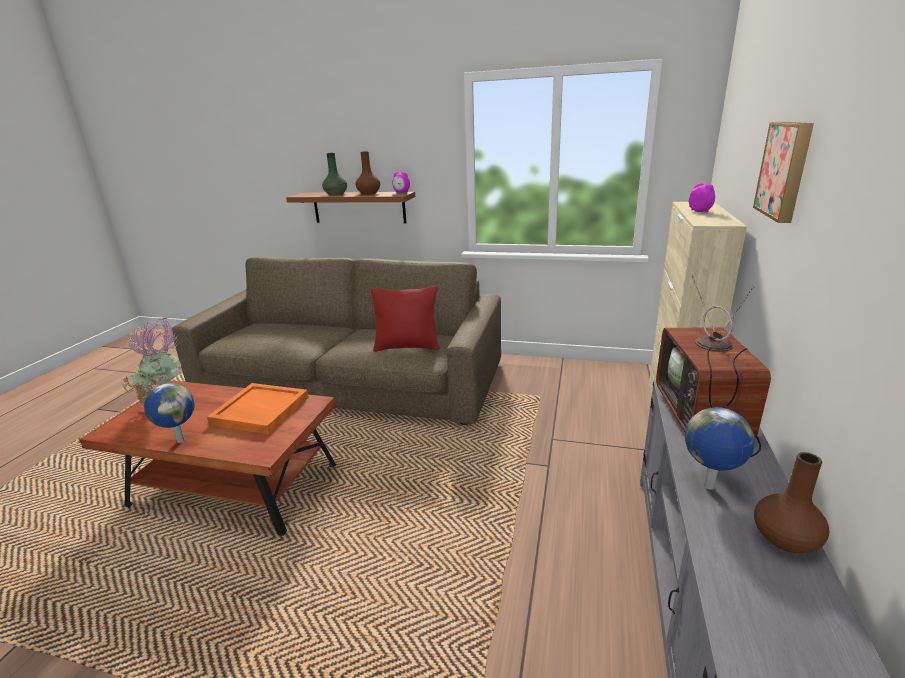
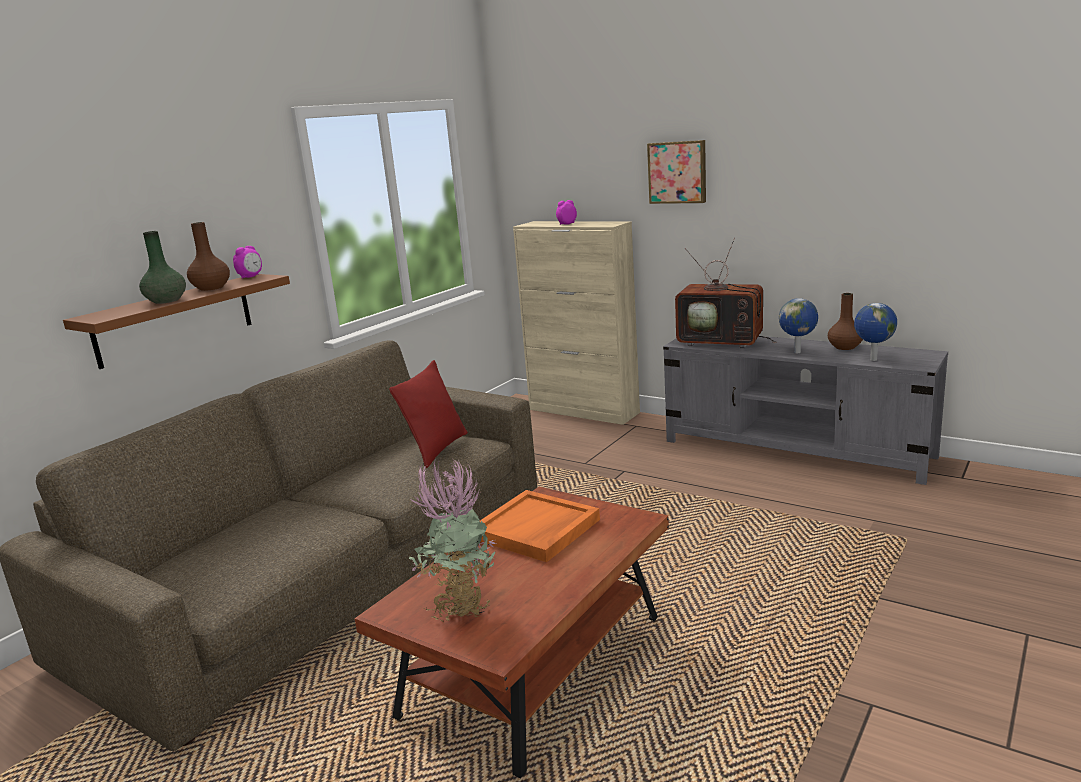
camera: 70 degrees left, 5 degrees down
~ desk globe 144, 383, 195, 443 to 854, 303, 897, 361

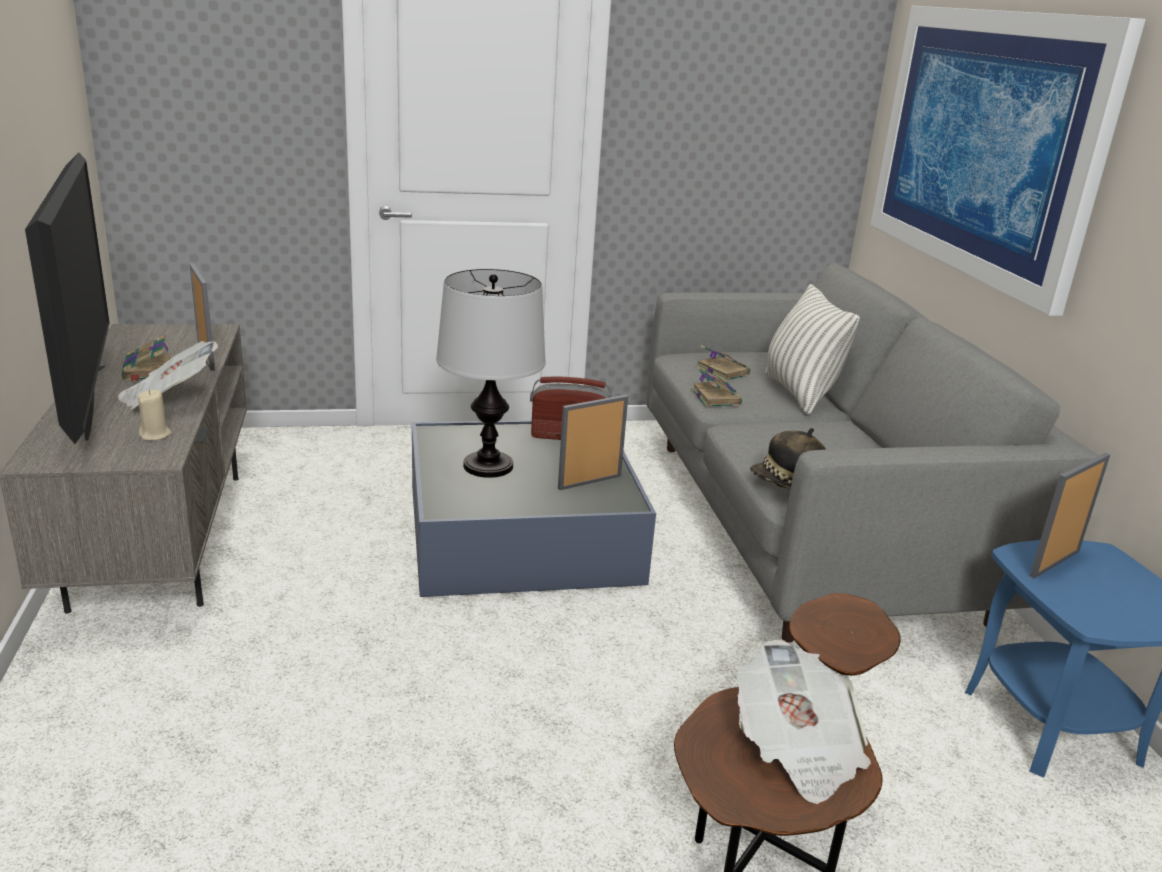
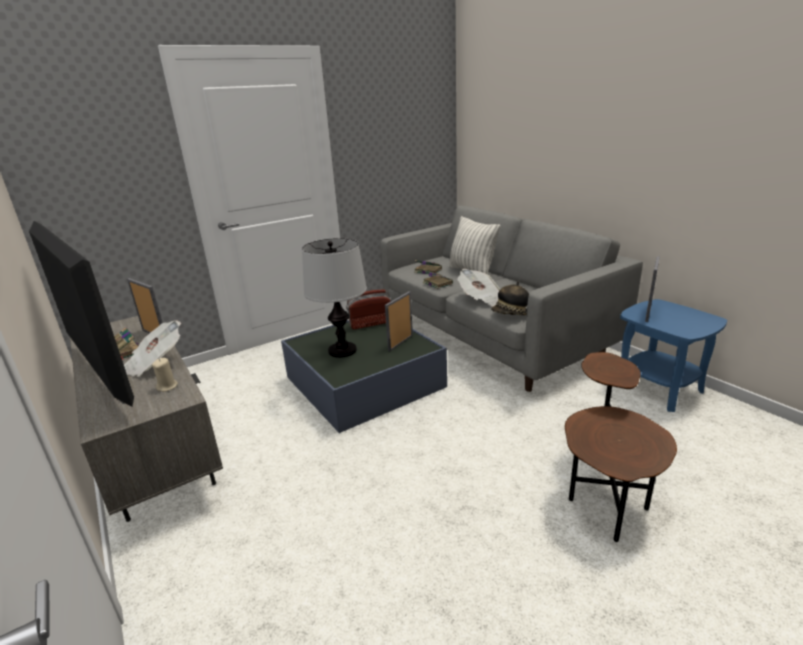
camera: 20 degrees left, 0 degrees up
- picture 870, 6, 1146, 316
~ printed paper 737, 640, 871, 804 to 457, 269, 500, 307

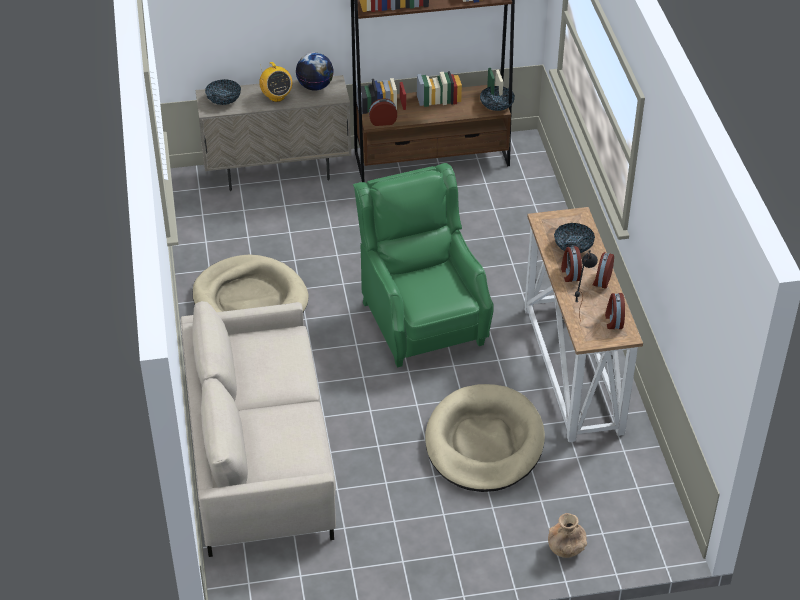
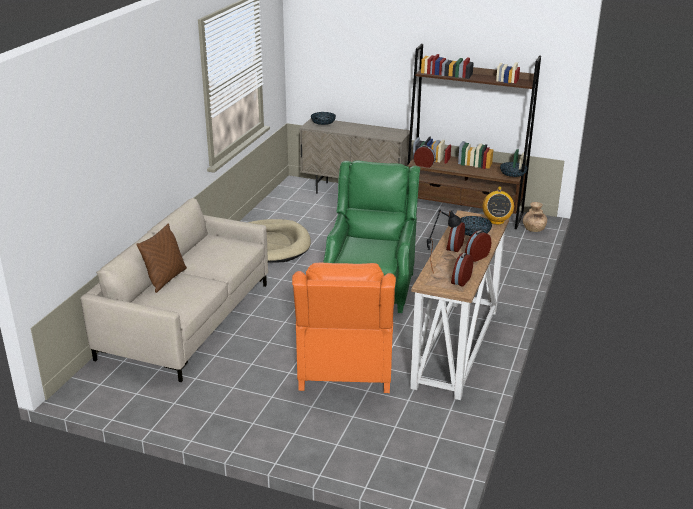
camera: 30 degrees right, 15 degrees down
- desk globe 296, 52, 334, 91
+ brown-coloured pillow 136, 223, 187, 293
~ radio 259, 62, 292, 102 to 483, 187, 514, 225
~ brown-coloured decorative vase 548, 513, 587, 558 to 523, 202, 547, 232
~ beige dog bed 425, 384, 545, 492 to orangey lounge chair 292, 263, 396, 393

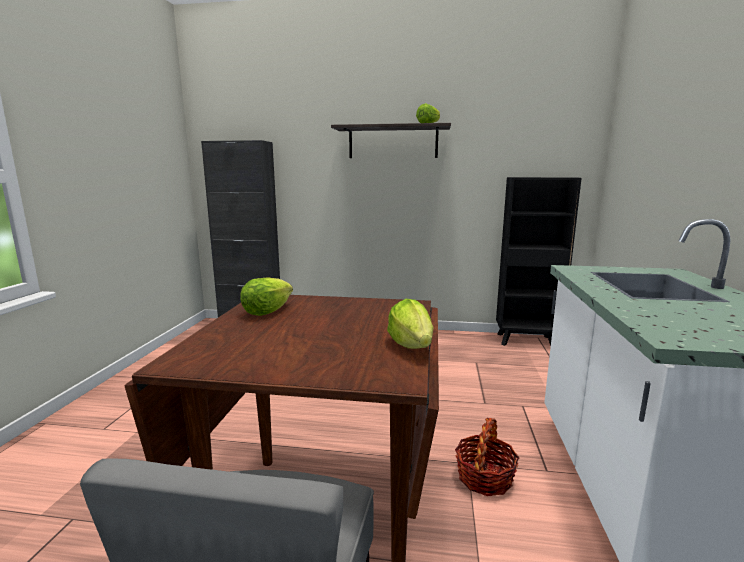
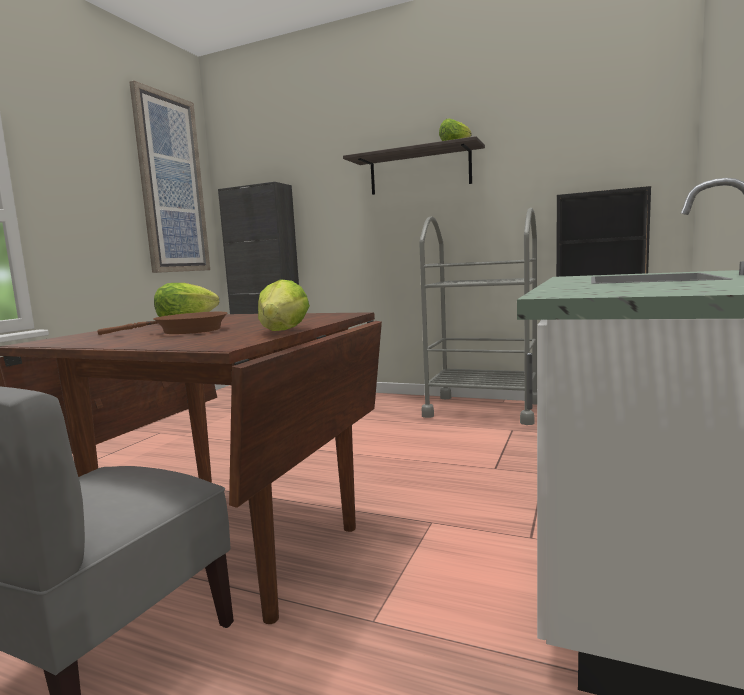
camera: 15 degrees right, 5 degrees down
- household basket 455, 418, 519, 496
+ brown-coloured skillet 98, 312, 227, 335
+ picture 129, 81, 210, 273
+ greyish cart 419, 208, 537, 425

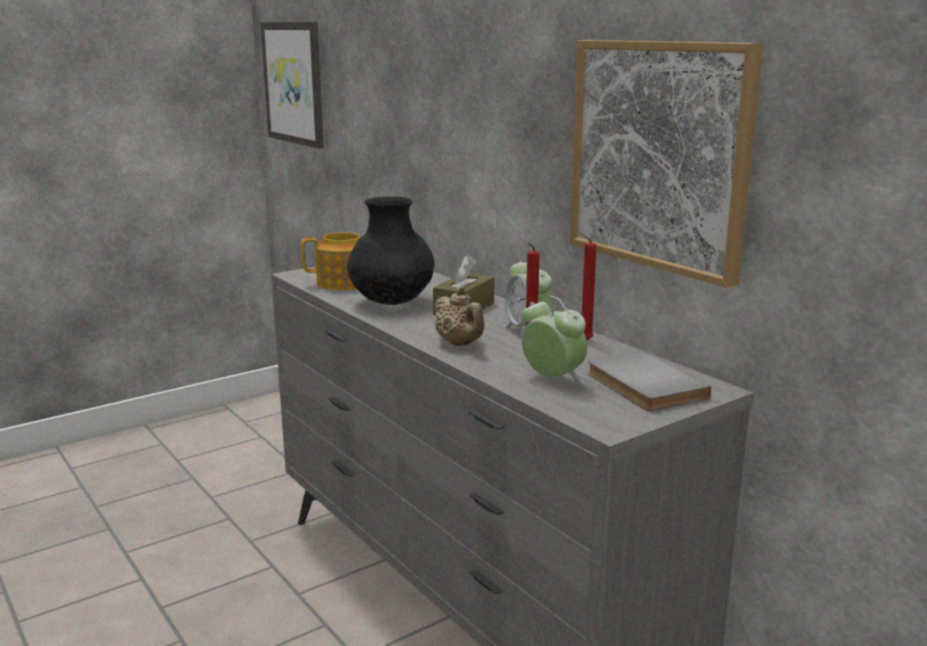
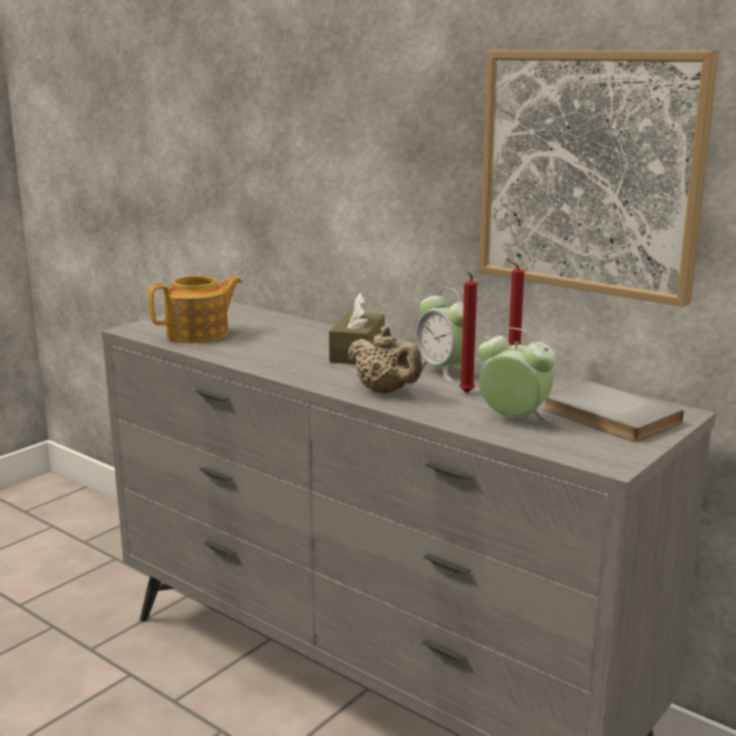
camera: 15 degrees left, 0 degrees up
- picture 260, 22, 324, 149
- black-coloured decorative vase 347, 196, 434, 305

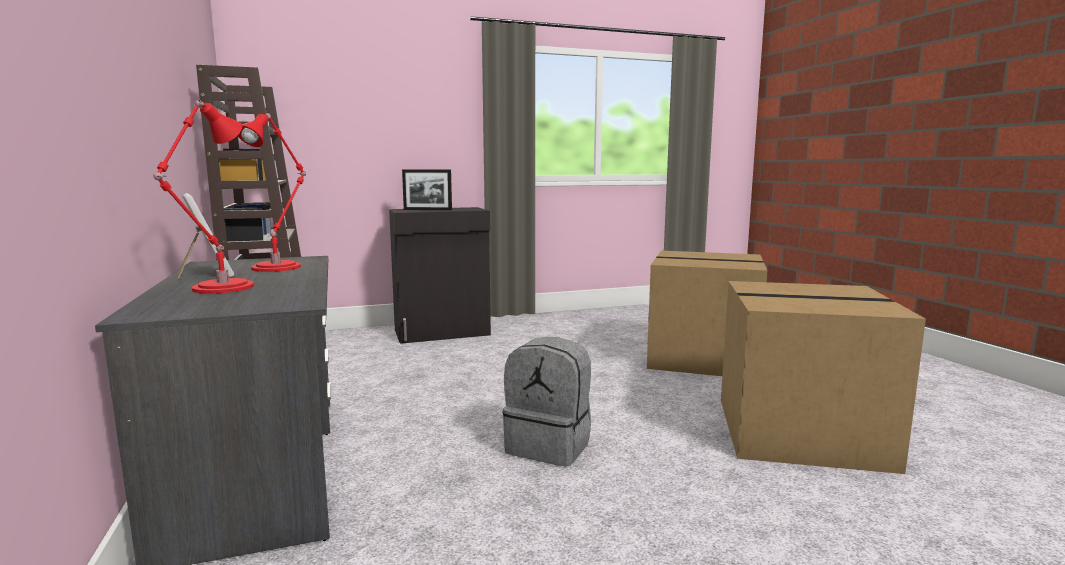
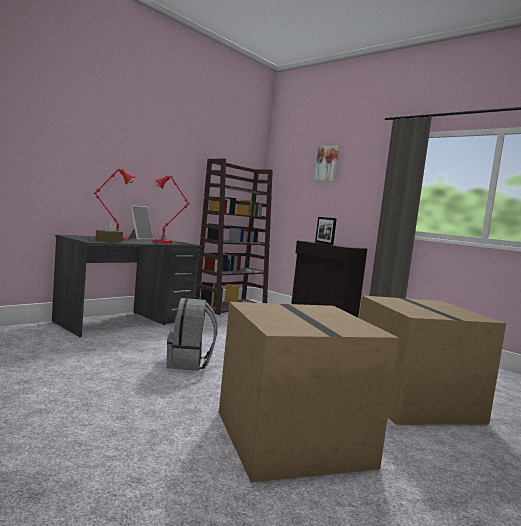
camera: 60 degrees right, 5 degrees down
+ brown-coloured tissue holder 95, 222, 123, 242
+ picture 314, 145, 339, 182

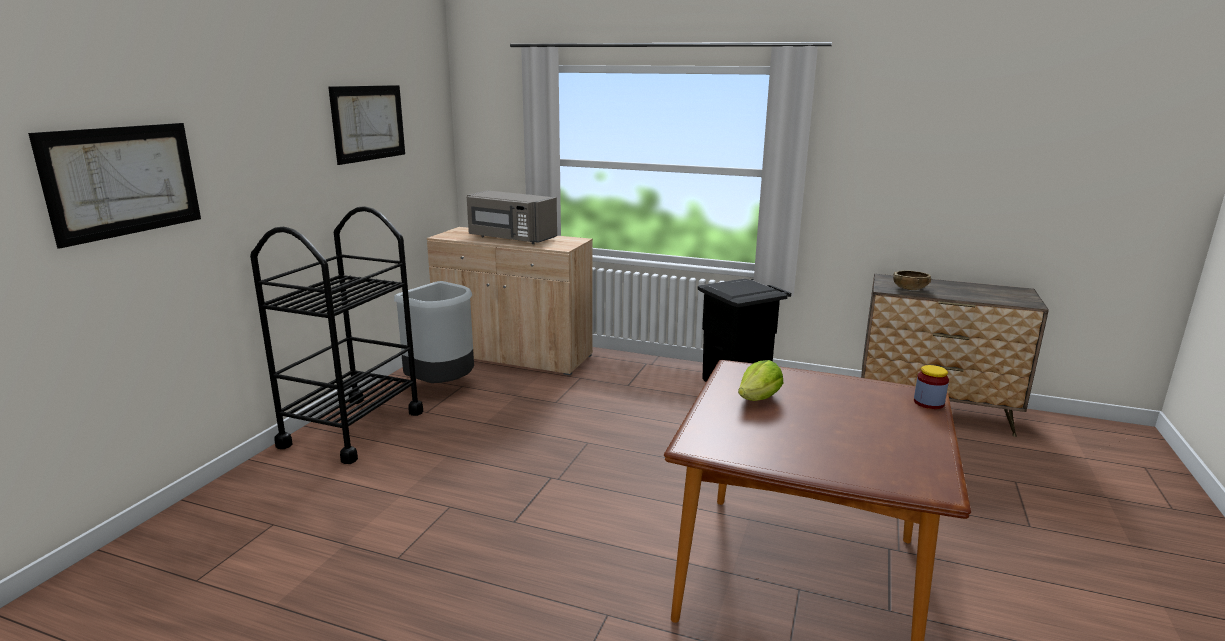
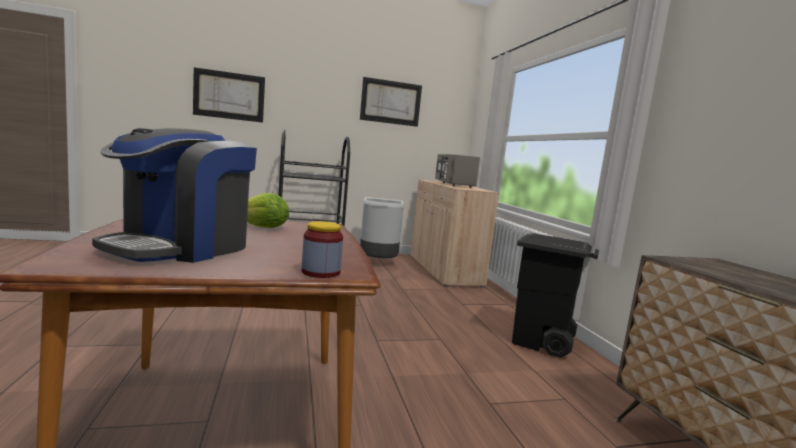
camera: 55 degrees right, 10 degrees down
- brown-coloured deep dish 893, 270, 931, 290
+ coffee brewer 92, 128, 257, 263

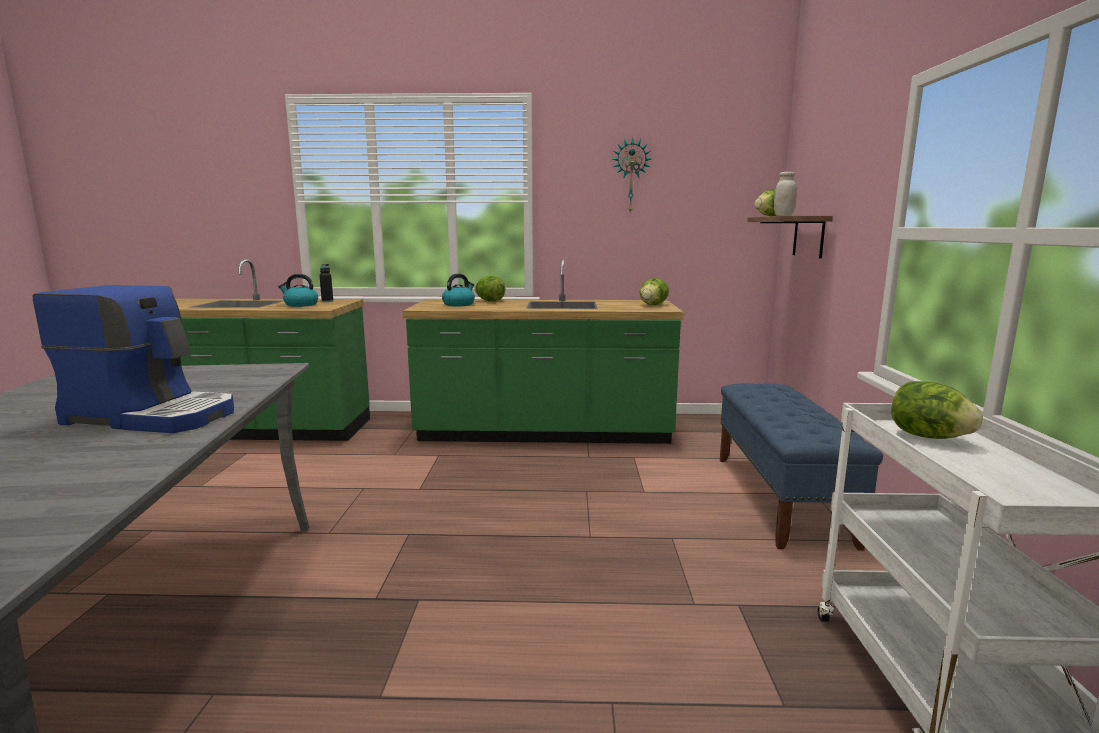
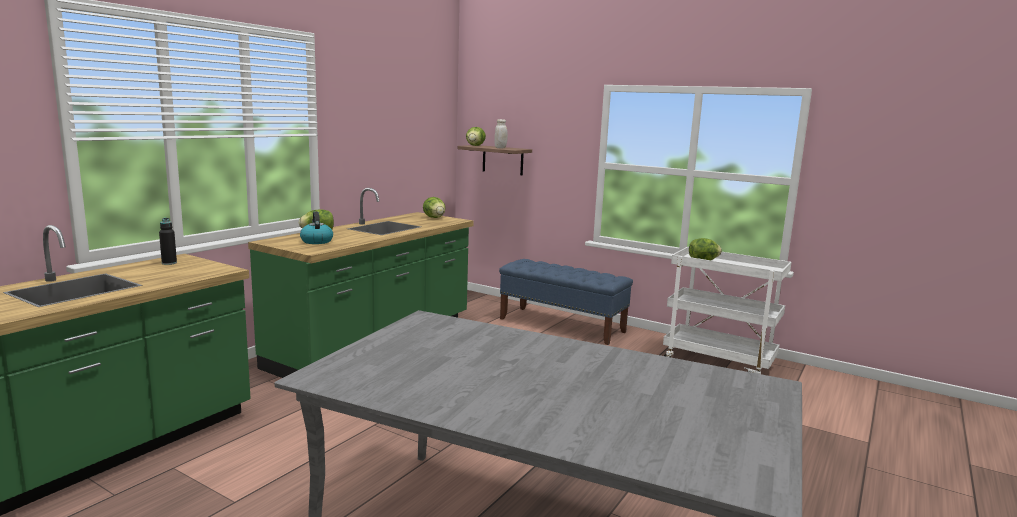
camera: 60 degrees left, 0 degrees up
- coffee brewer 33, 285, 234, 433
- water kettle 279, 274, 318, 307
- clock on the wall 613, 138, 651, 214

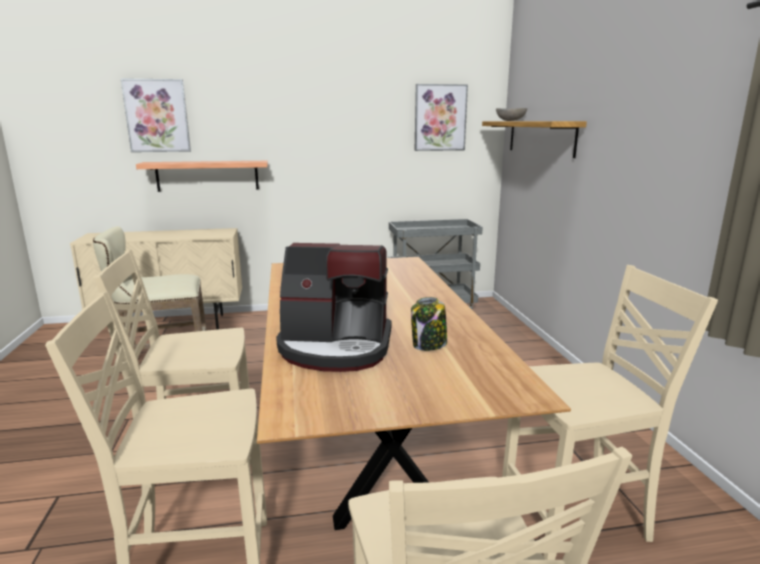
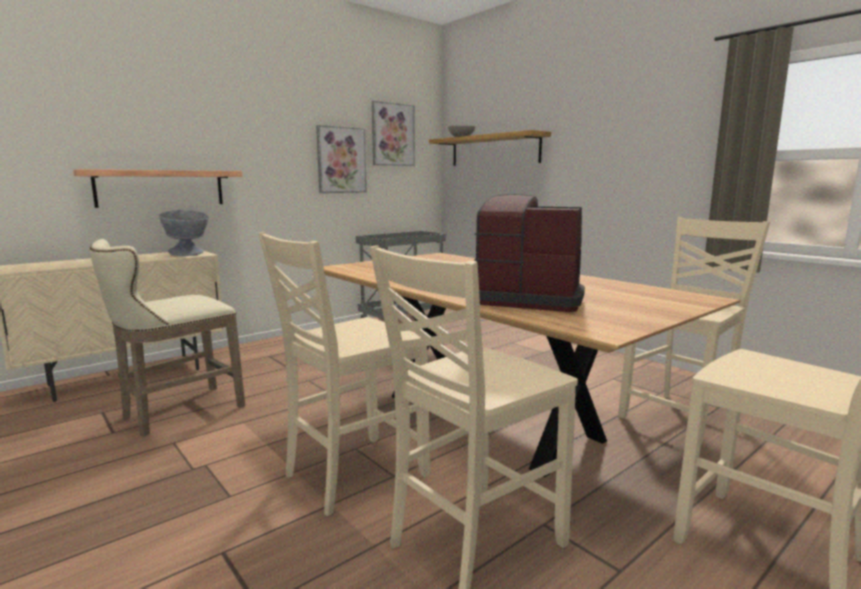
camera: 30 degrees left, 5 degrees down
- preserve jar 411, 297, 447, 351
+ greyish deep dish 159, 210, 209, 256
~ picture 121, 78, 191, 152 to 316, 125, 367, 193
~ coffee brewer 276, 243, 391, 372 = 474, 194, 585, 312 135 degrees counterclockwise

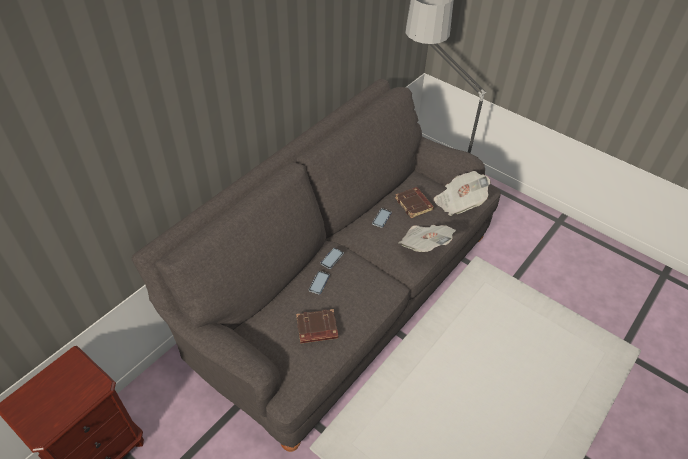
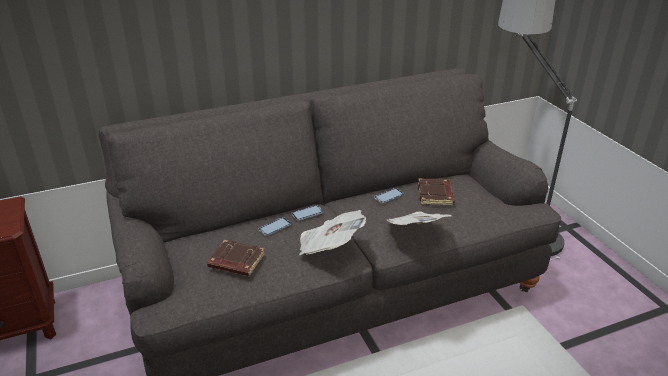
camera: 30 degrees right, 15 degrees down
~ printed paper 434, 171, 491, 216 to 299, 210, 366, 255

